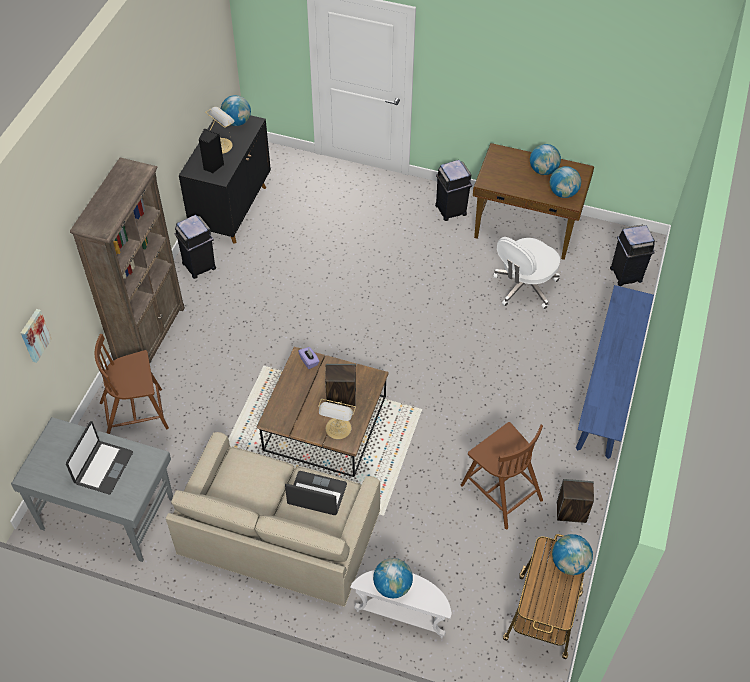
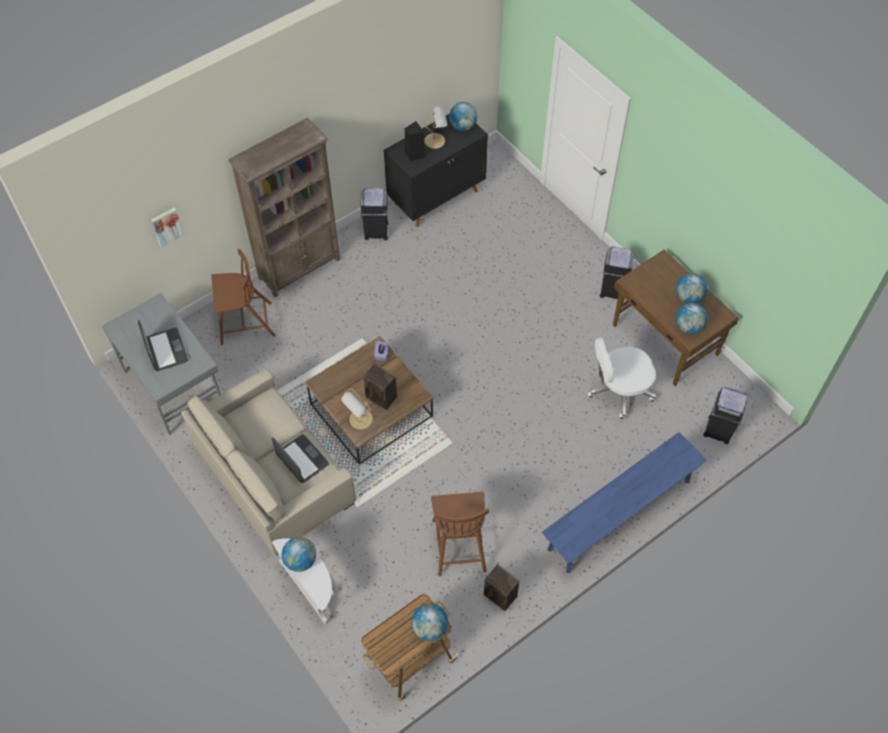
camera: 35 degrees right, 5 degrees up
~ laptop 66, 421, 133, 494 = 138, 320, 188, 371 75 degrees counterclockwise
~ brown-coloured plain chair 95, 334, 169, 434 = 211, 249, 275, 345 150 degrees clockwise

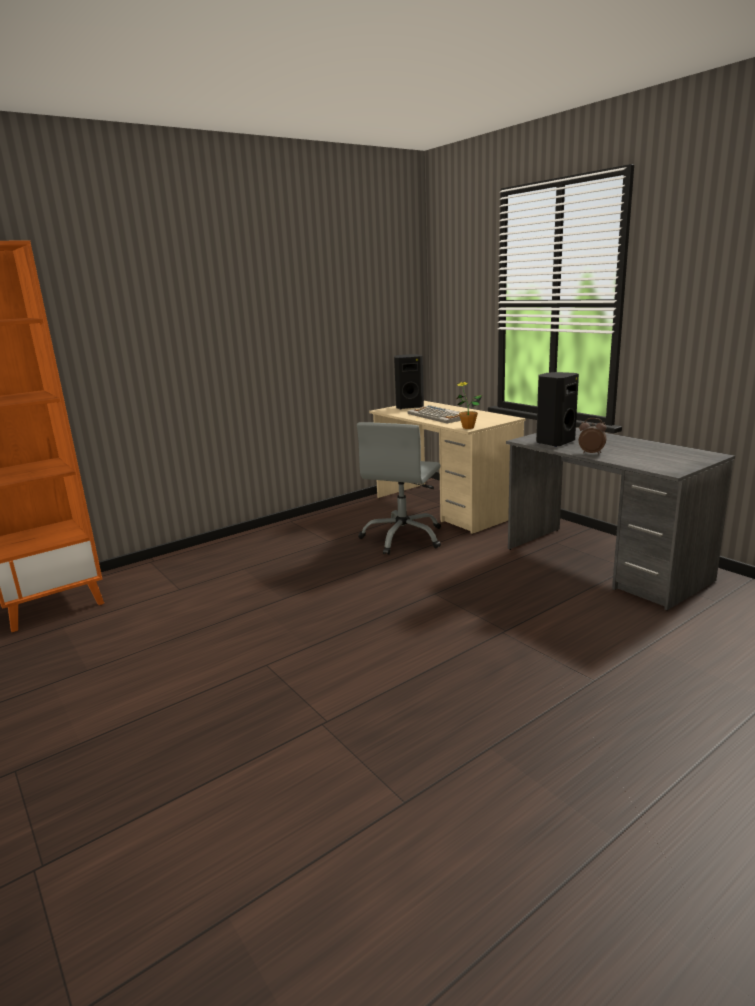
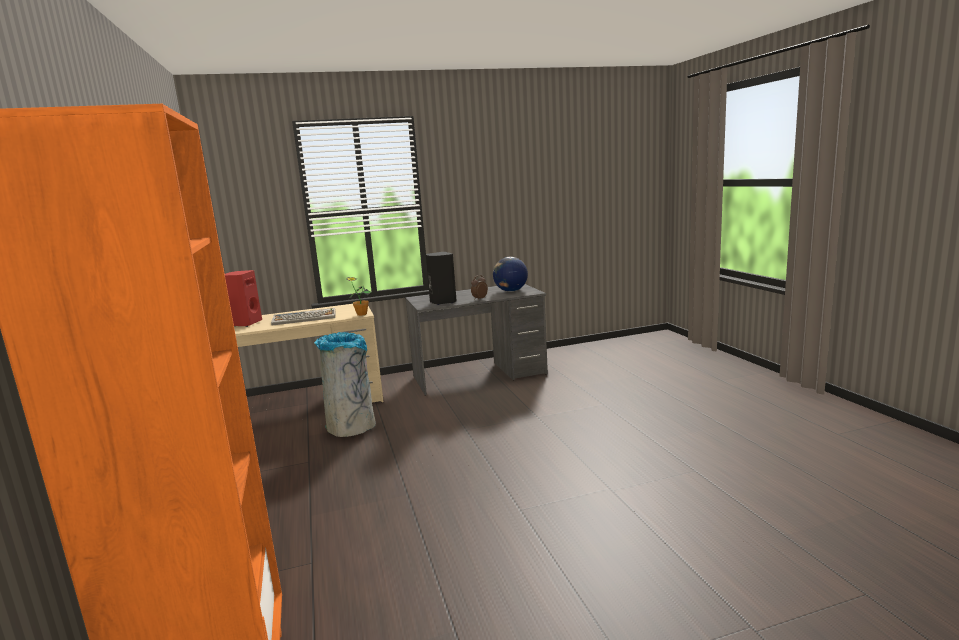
camera: 70 degrees left, 5 degrees down
+ desk globe 493, 257, 528, 292
~ greyish computer chair 357, 422, 441, 555 to greyish trash can 314, 332, 376, 437
~ black-coloured speaker 394, 354, 424, 410 to red speaker 225, 270, 262, 327

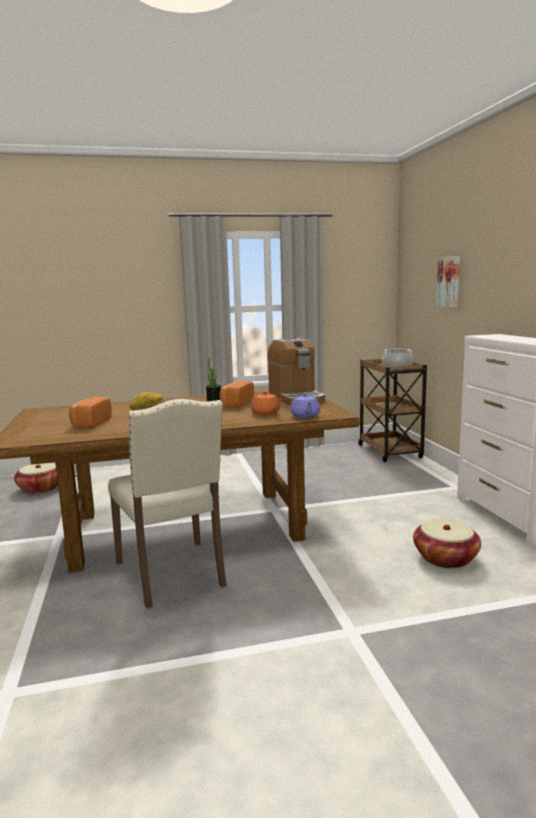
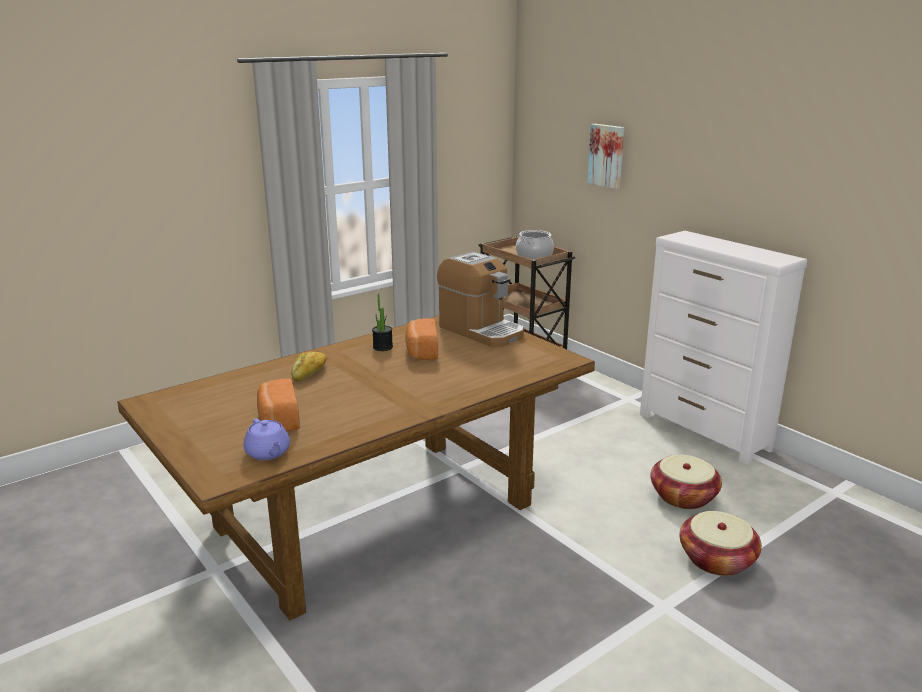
camera: 25 degrees left, 10 degrees up
- beige plain chair 108, 399, 227, 609
- orangey teapot 251, 391, 281, 415
~ household basket 14, 463, 58, 494 to 680, 511, 762, 576
~ purple-coloured teapot 290, 393, 320, 418 to 243, 419, 290, 460

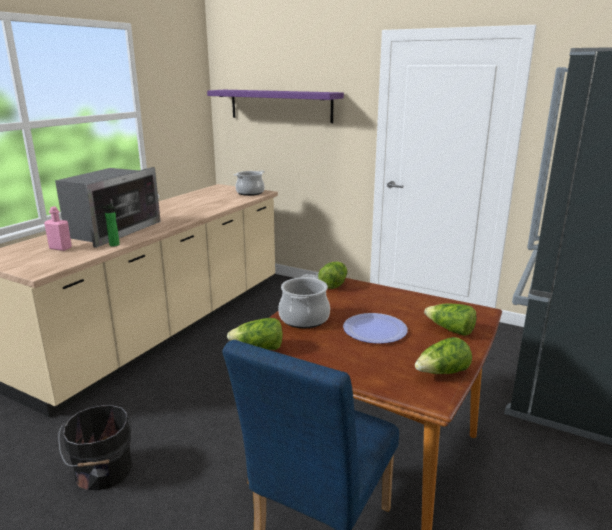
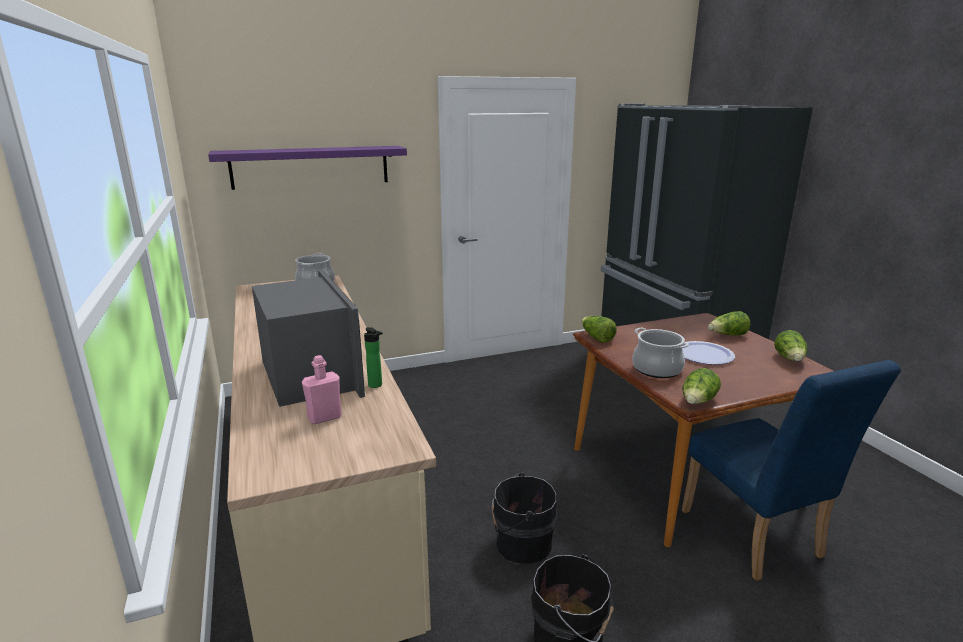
camera: 50 degrees left, 0 degrees up
+ black-coloured water bucket 491, 473, 557, 564

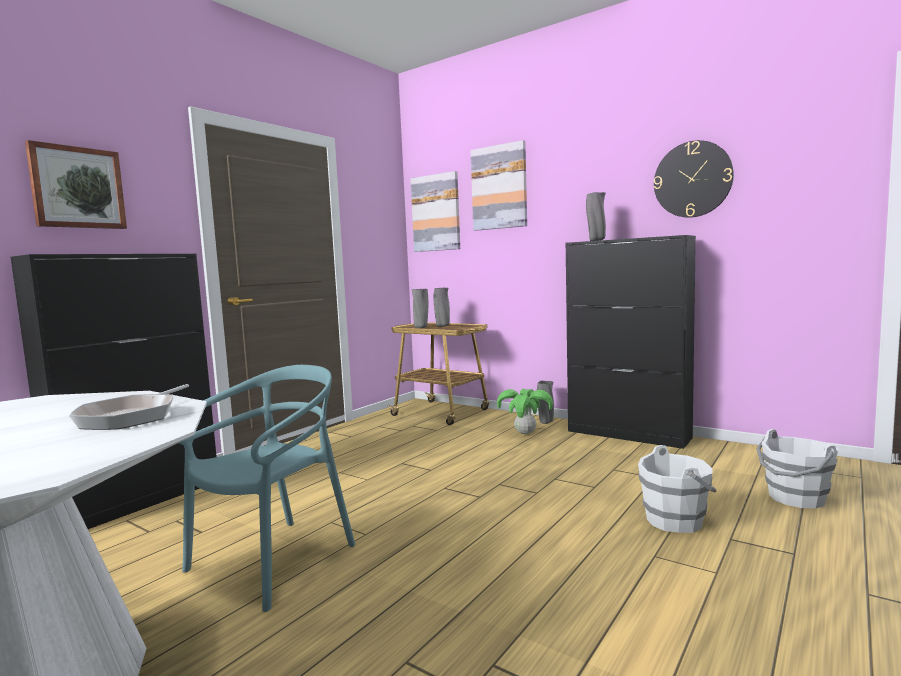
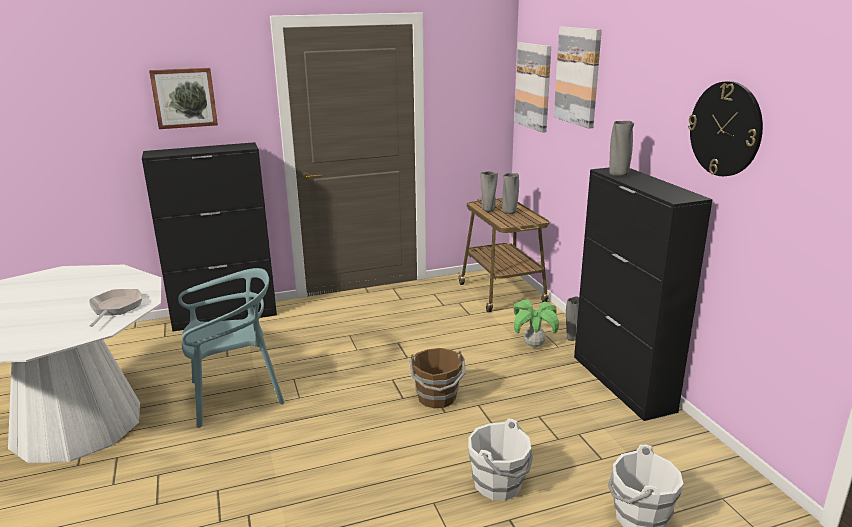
camera: 35 degrees right, 15 degrees up
+ brown-coloured water bucket 410, 348, 466, 408
~ skillet 69, 384, 189, 430 = 89, 289, 142, 327 135 degrees clockwise

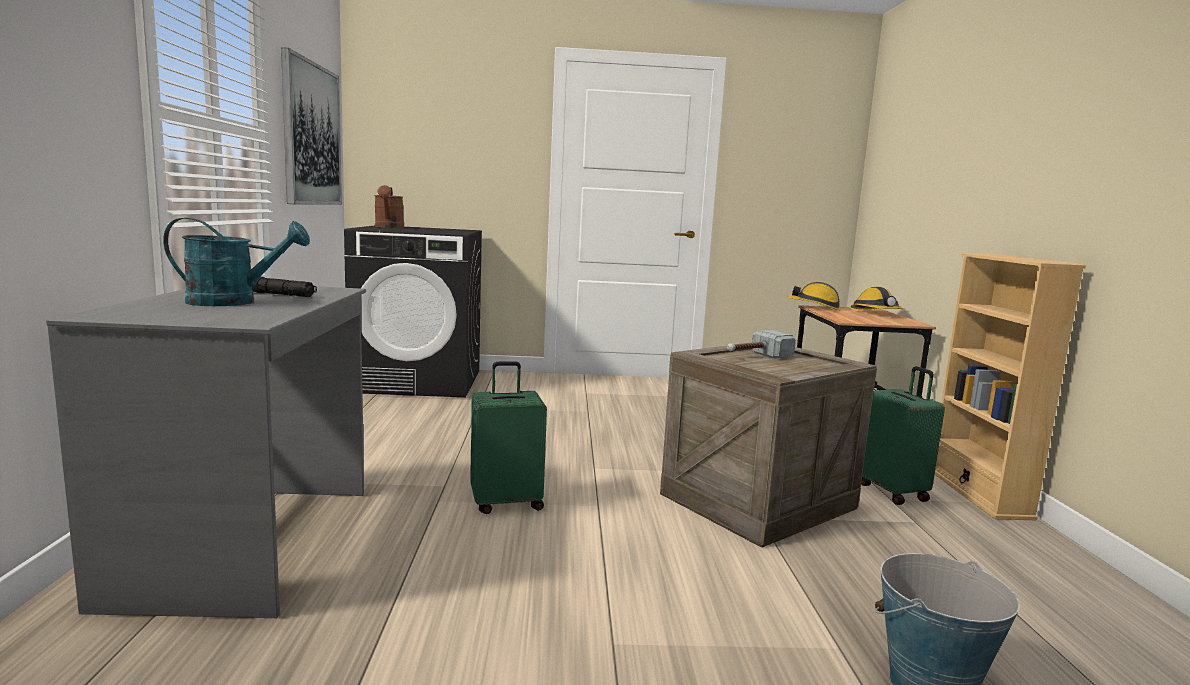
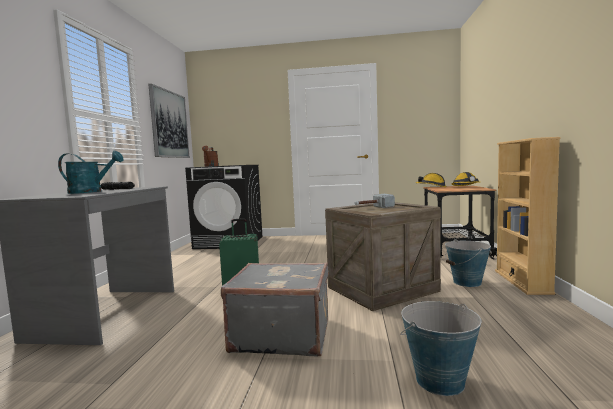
camera: 10 degrees right, 5 degrees down
+ greyish piece of luggage 221, 263, 329, 356
~ green-coloured piece of luggage 861, 366, 945, 505 to water bucket 445, 239, 491, 287

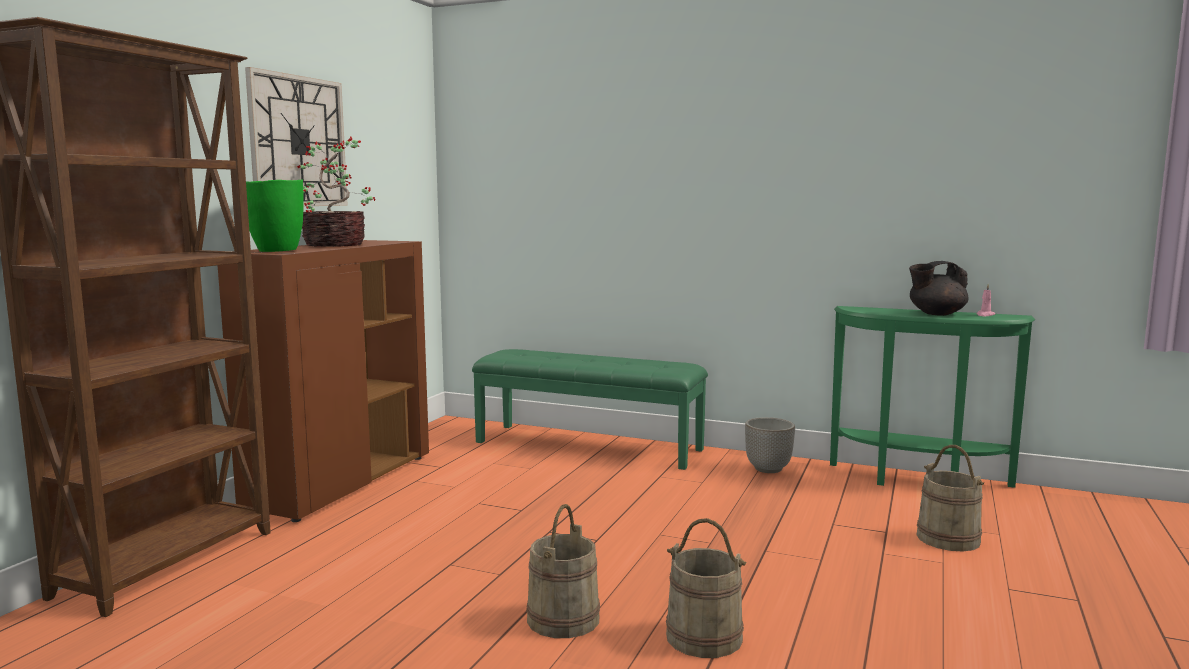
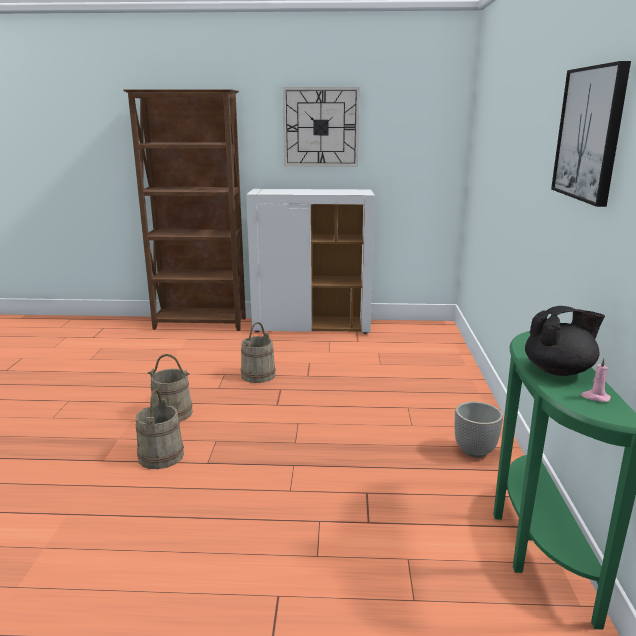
camera: 70 degrees right, 10 degrees up
- green-coloured decorative vase 246, 180, 304, 252
- plant in a pot 297, 137, 376, 247
- green-coloured indoor bench 472, 349, 708, 470
+ picture 551, 61, 631, 207
~ beige water bucket 916, 445, 984, 552 to 241, 322, 276, 383
~ brown-coloured cupboard 218, 240, 429, 522 to whitish cupboard 246, 189, 375, 334
~ black-coloured teapot 909, 261, 969, 316 = 525, 306, 605, 376 105 degrees clockwise

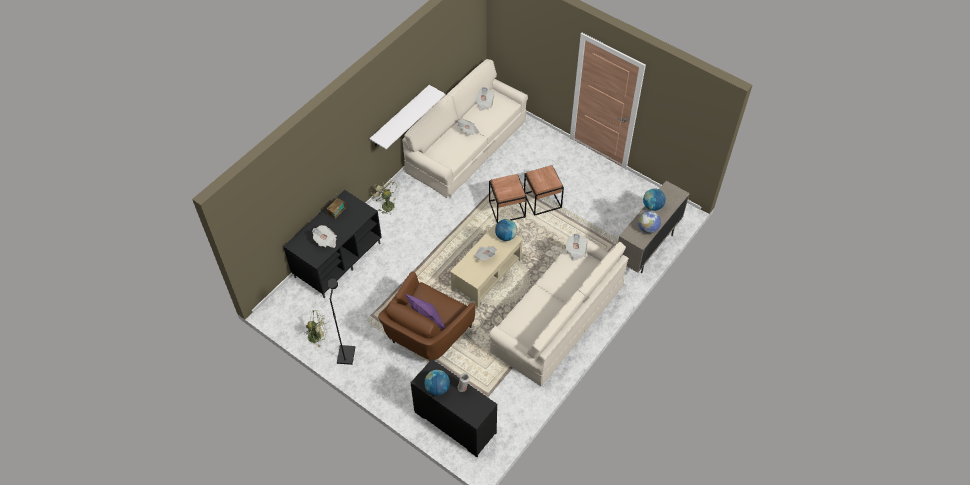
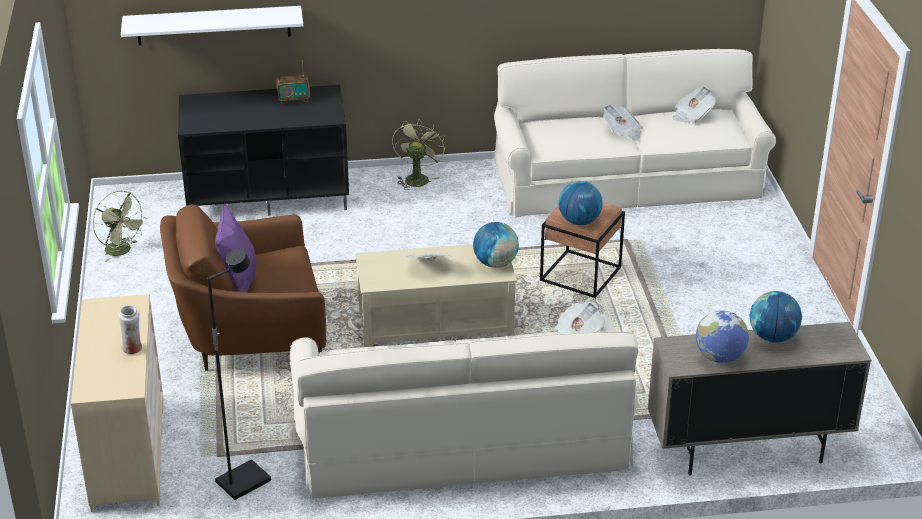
camera: 45 degrees right, 20 degrees down
- printed paper 312, 225, 337, 248
- brown-coloured side table 524, 165, 564, 216
~ black-coloured floor lamp 327, 279, 355, 365 to 207, 249, 271, 500
~ whitish wall shelf 370, 85, 445, 149 to 121, 6, 303, 45
~ desk globe 424, 370, 450, 396 to 559, 181, 603, 225
~ black-coloured dresser 411, 359, 498, 457 to beige dresser 71, 294, 163, 512

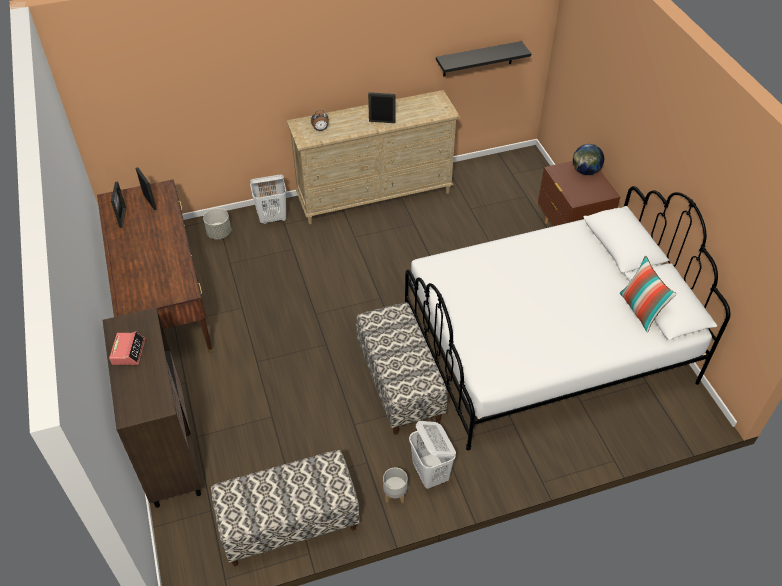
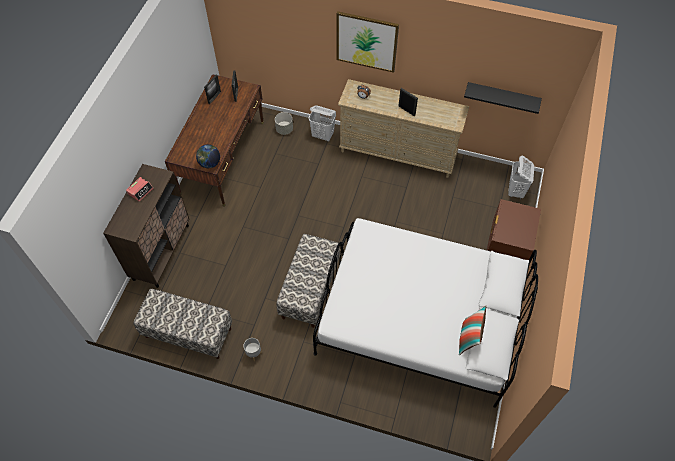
camera: 35 degrees right, 10 degrees up
+ picture 337, 11, 399, 73
~ whitish laundry basket 409, 421, 456, 490 to 508, 155, 534, 199
~ desk globe 573, 144, 604, 175 to 196, 144, 220, 168

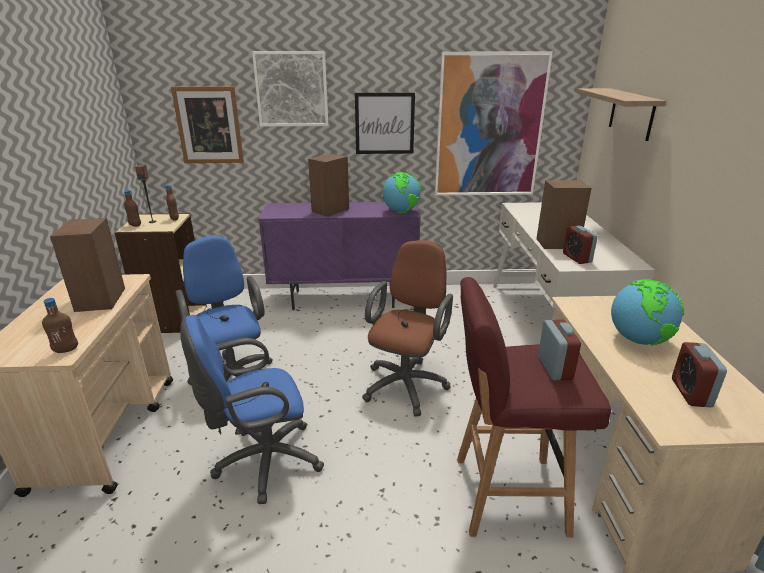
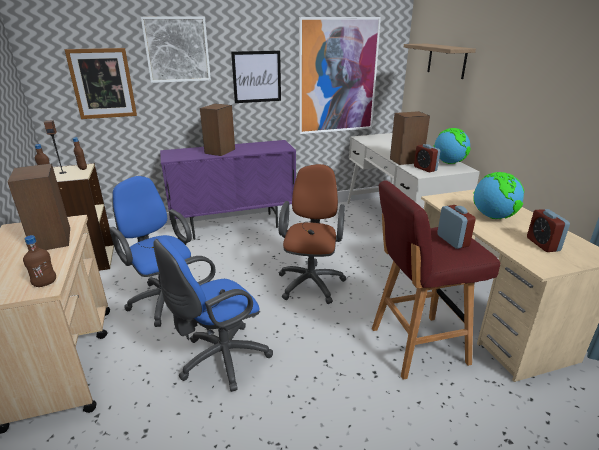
camera: 15 degrees left, 0 degrees up
~ desk globe 382, 172, 421, 213 to 433, 128, 471, 164

